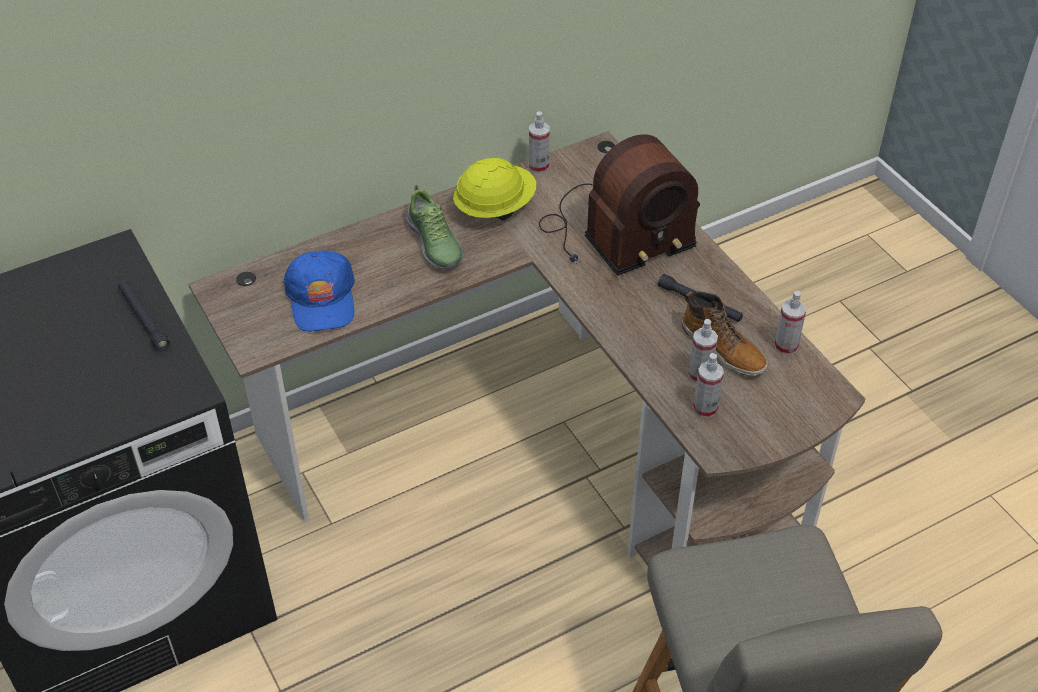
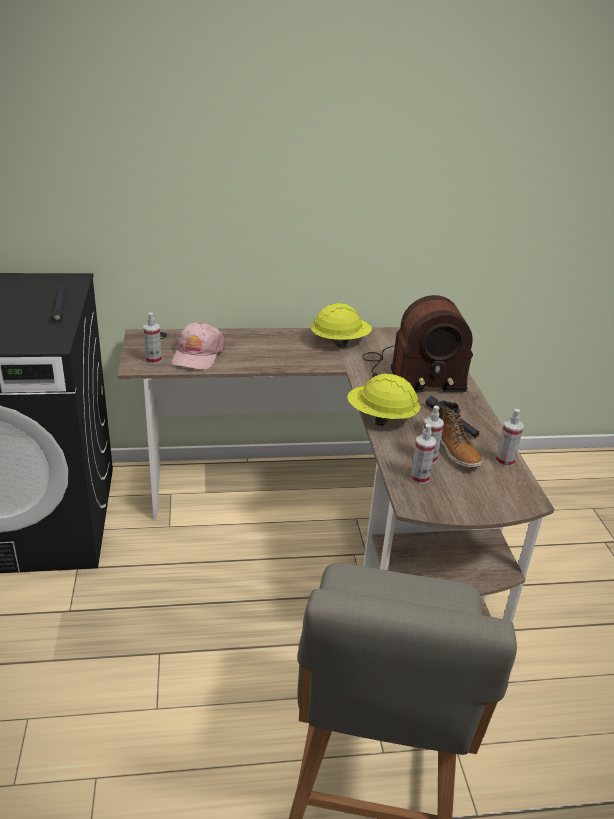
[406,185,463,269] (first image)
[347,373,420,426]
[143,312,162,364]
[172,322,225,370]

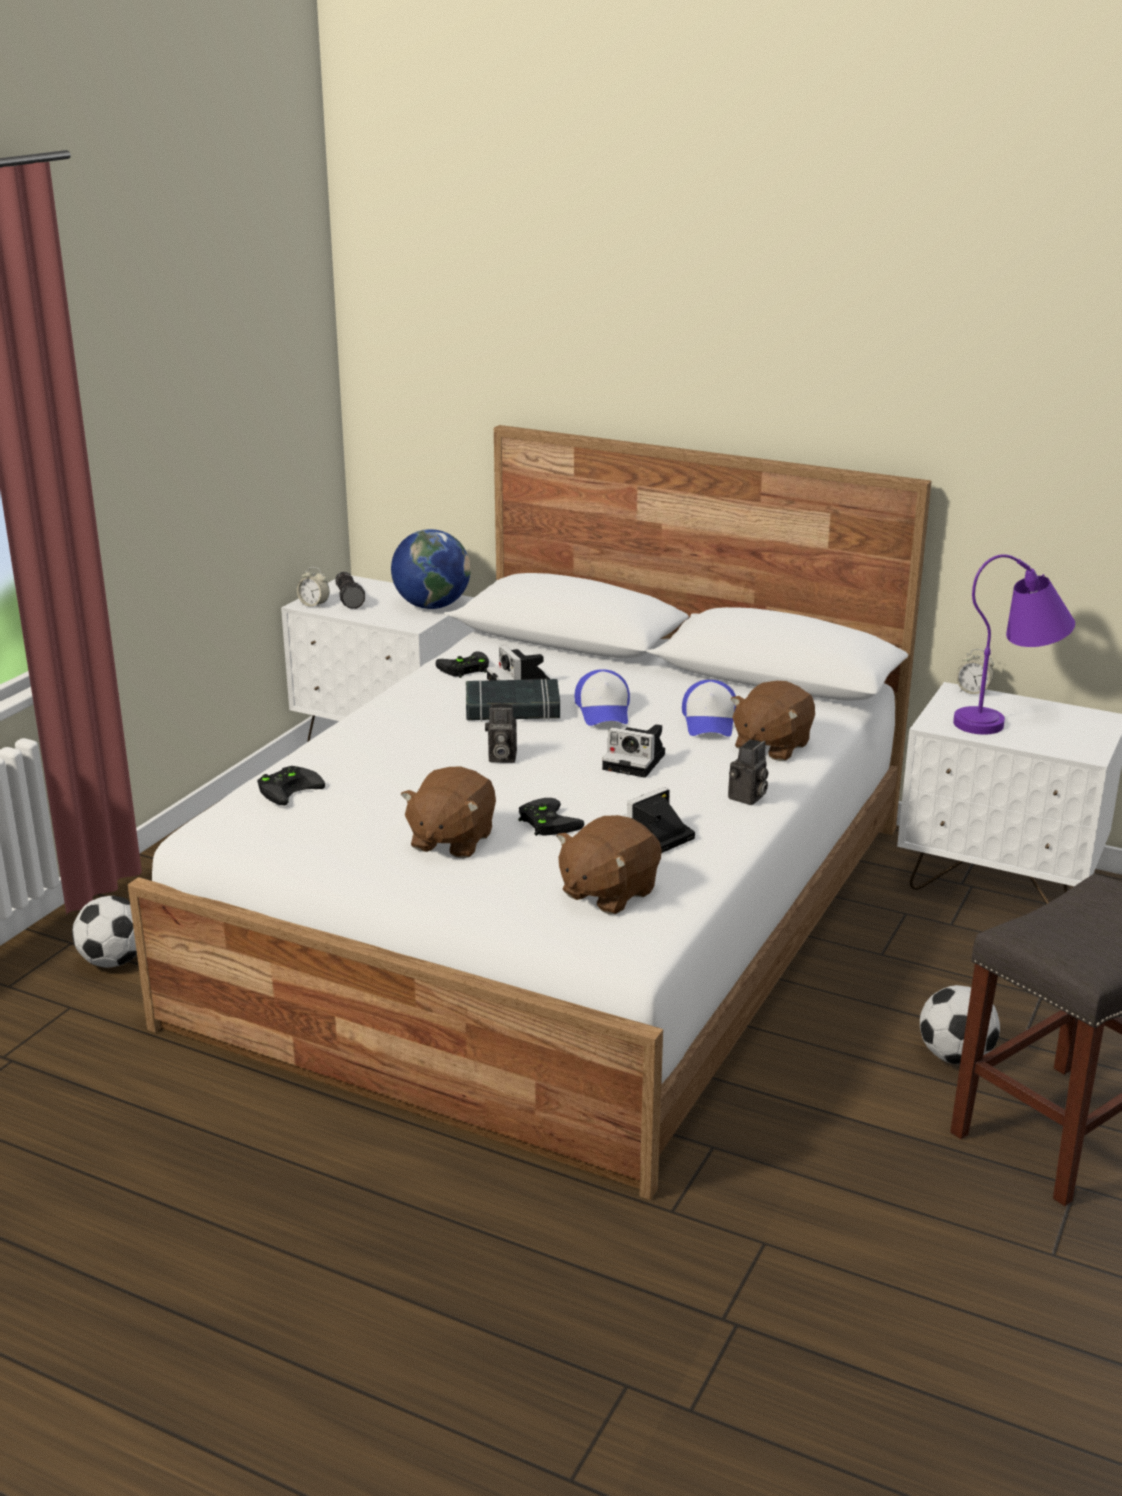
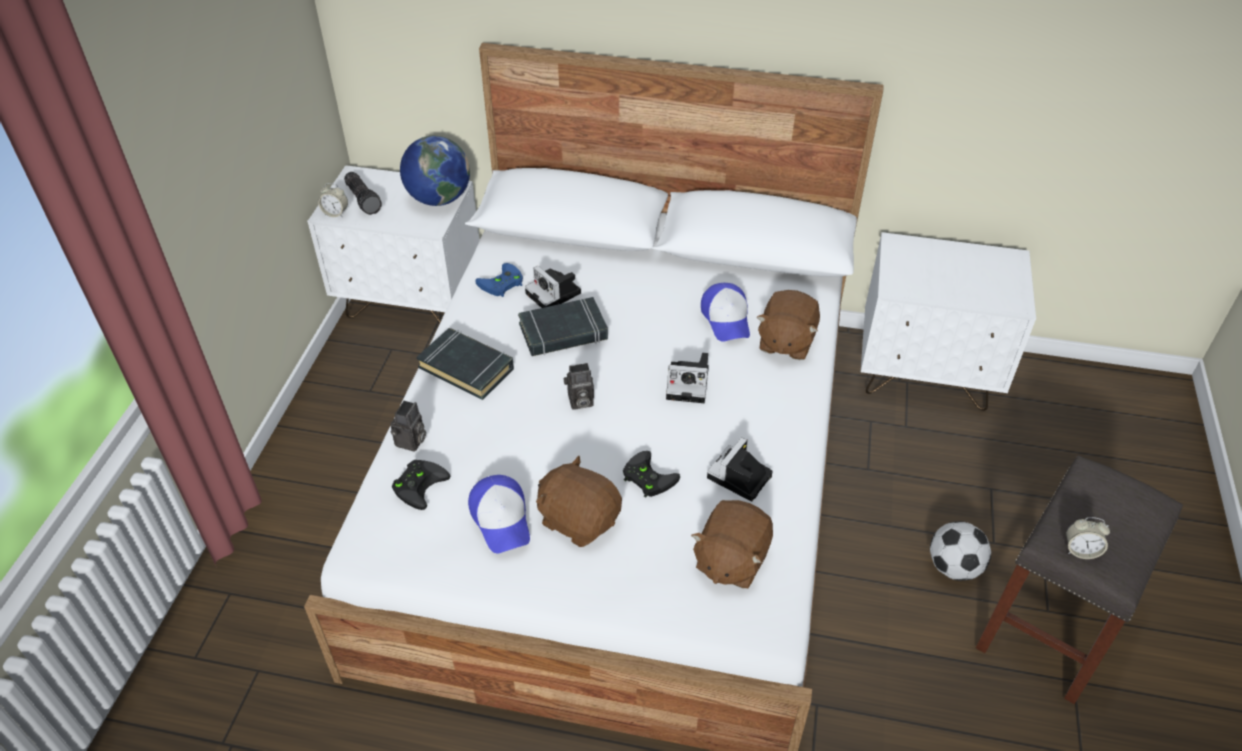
[72,896,137,968] (first image)
[953,554,1075,735] (first image)
[416,328,514,400]
[468,475,530,553]
[390,401,426,452]
[1066,517,1110,559]
[475,263,523,297]
[536,456,622,547]

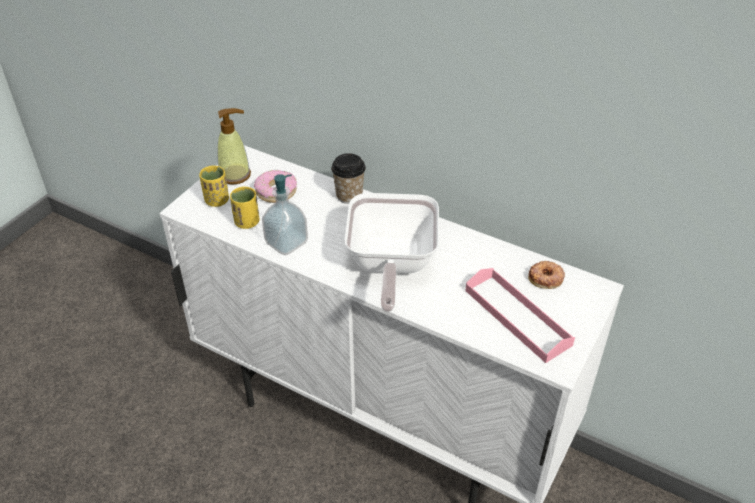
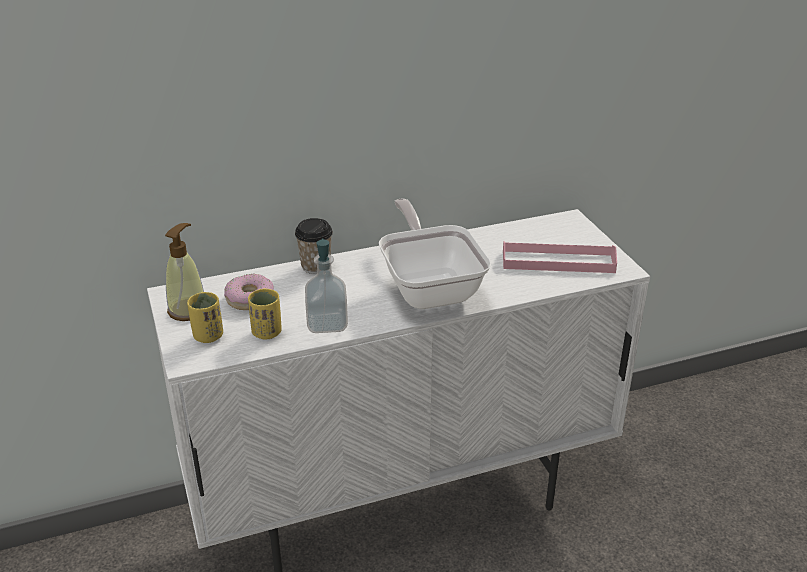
[528,261,565,289] (first image)
[379,198,491,309]

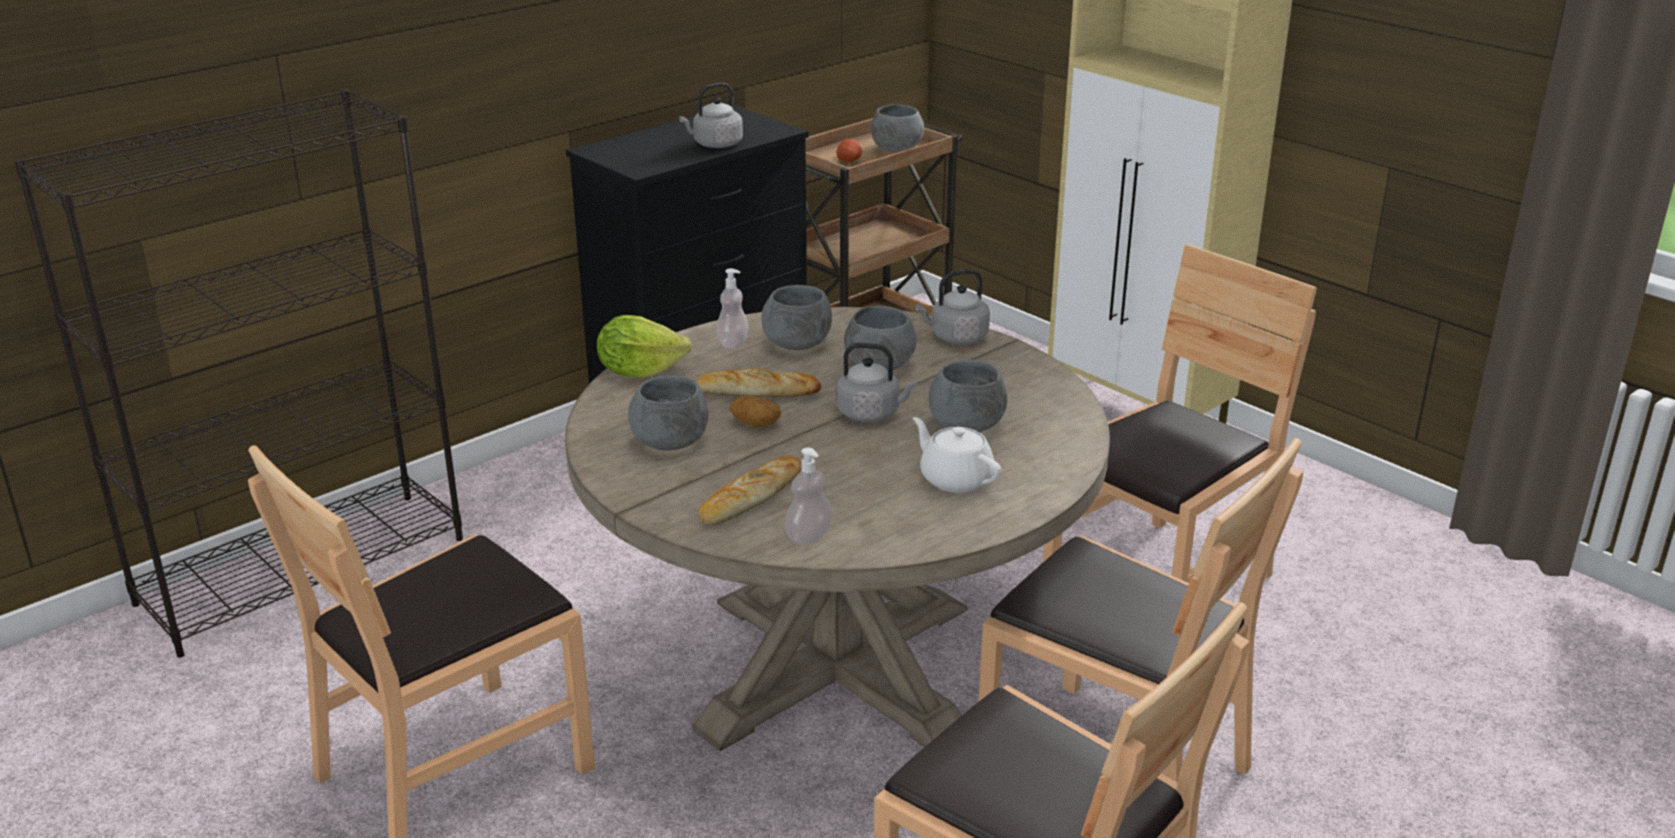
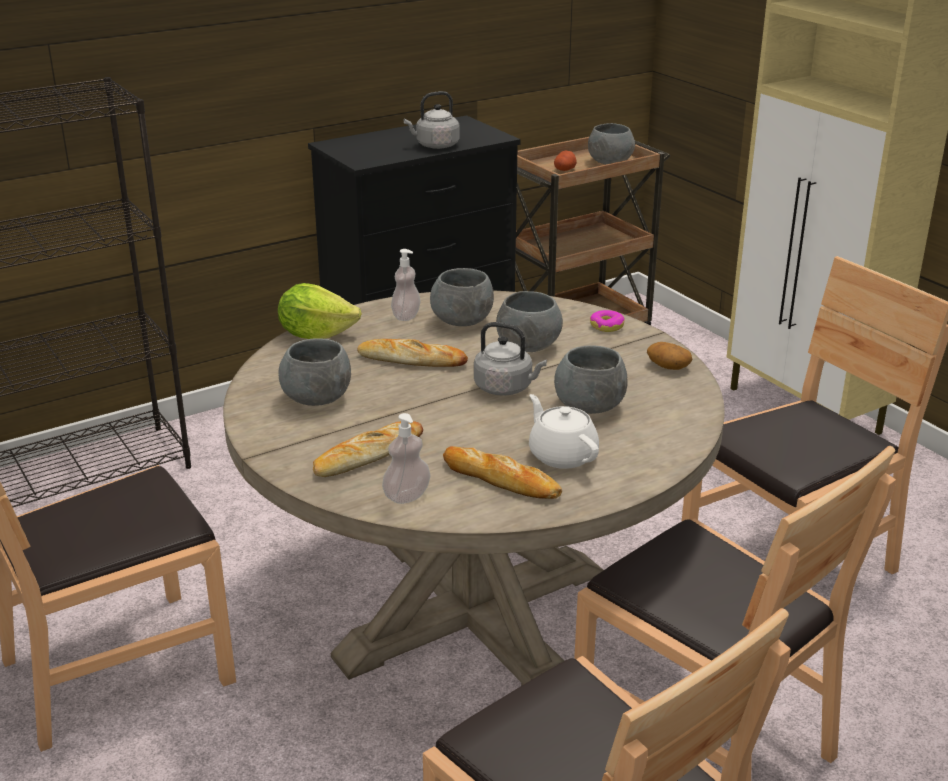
[443,446,562,499]
[647,342,693,370]
[590,310,625,332]

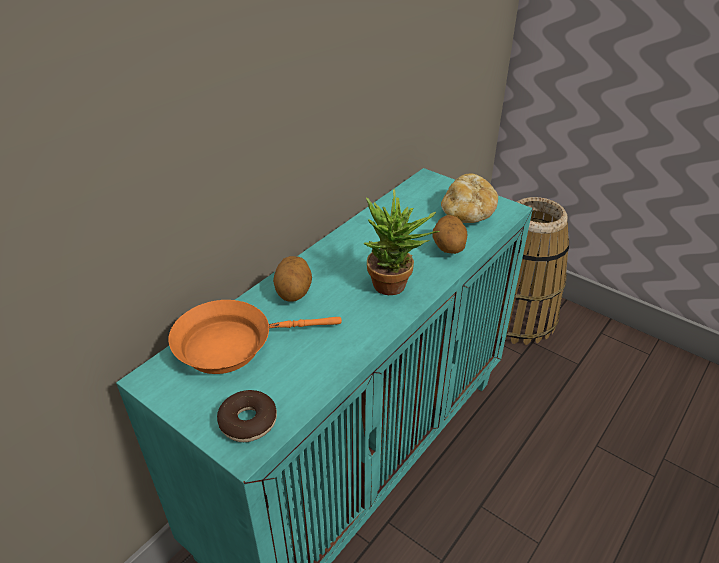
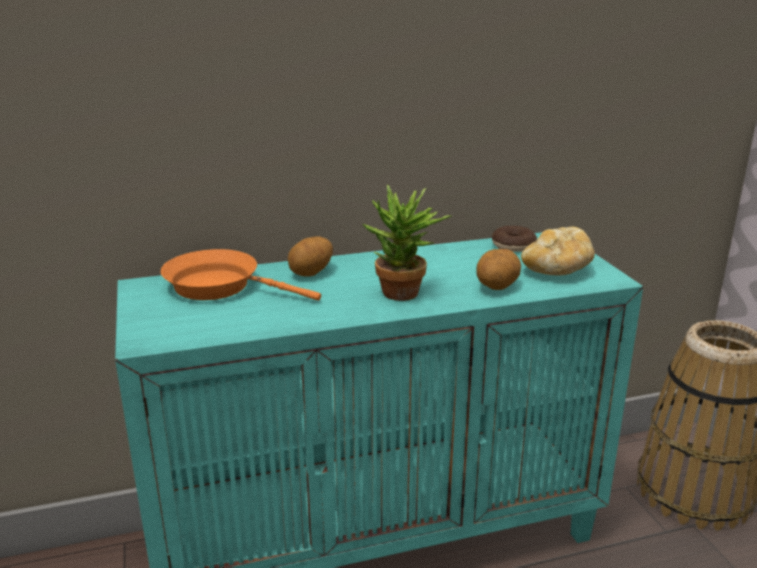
[492,226,537,252]

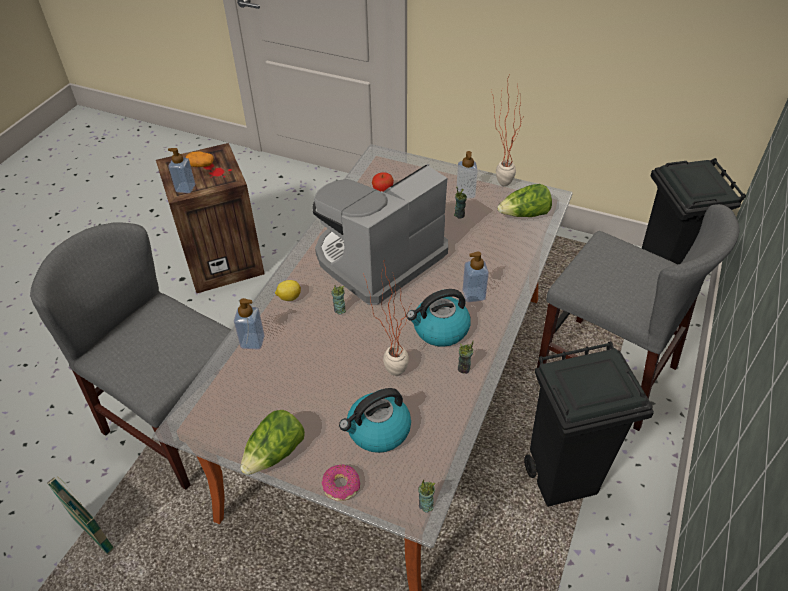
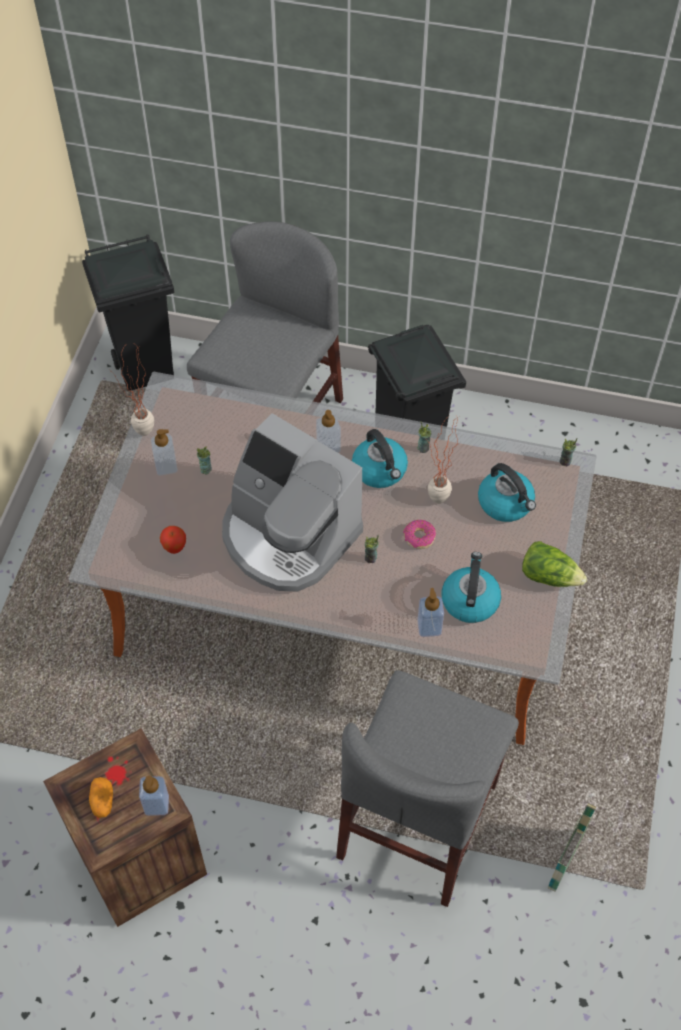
[275,280,301,301] (first image)
[497,184,552,217] (first image)
[442,552,501,623]
[403,520,436,549]

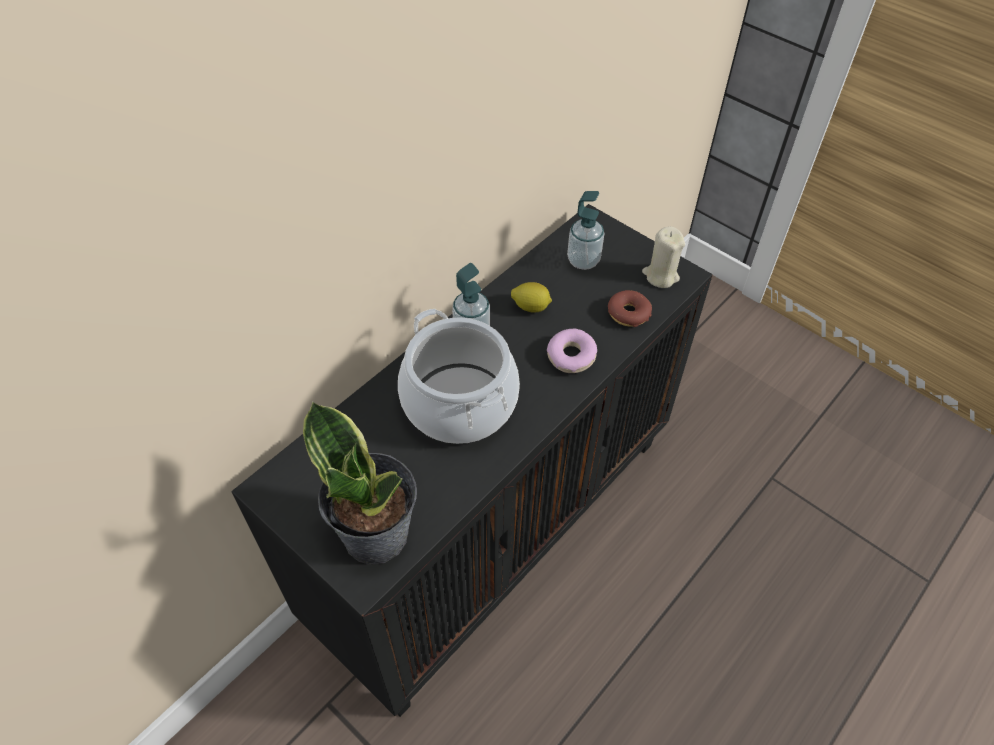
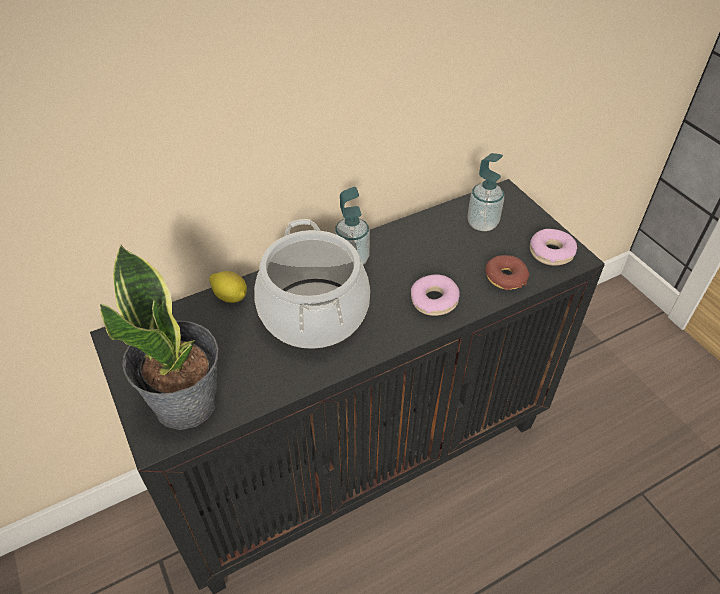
[209,271,247,303]
[530,229,577,266]

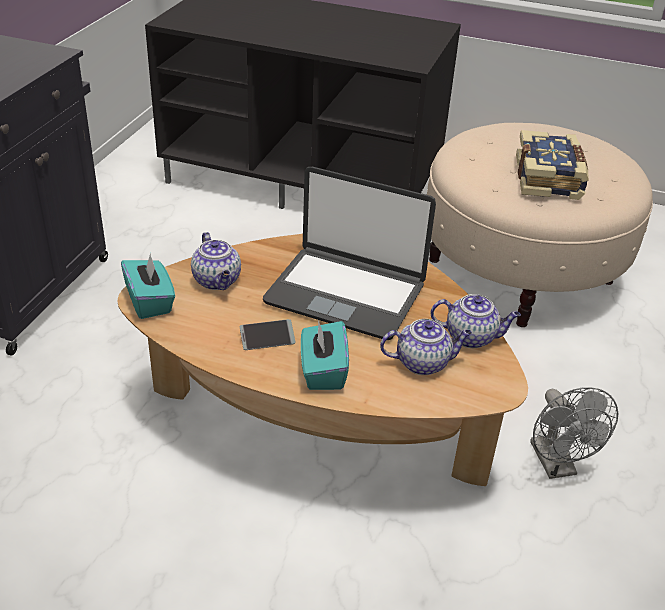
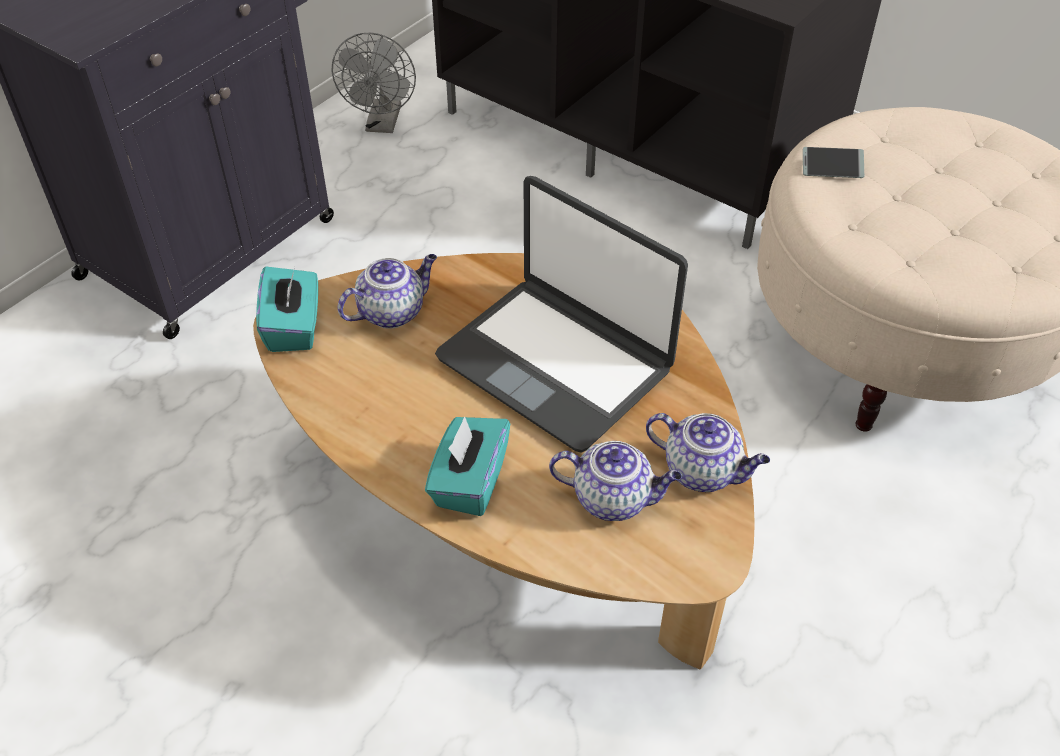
[516,130,589,200] (first image)
[803,147,864,178]
[332,32,416,133]
[338,254,437,329]

